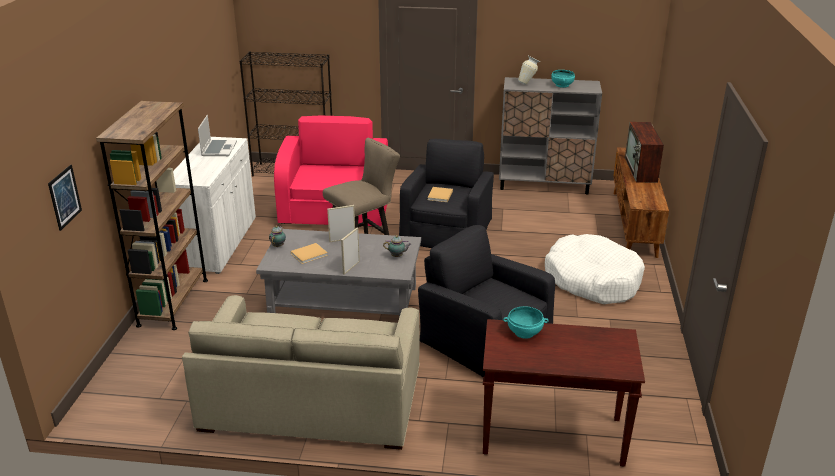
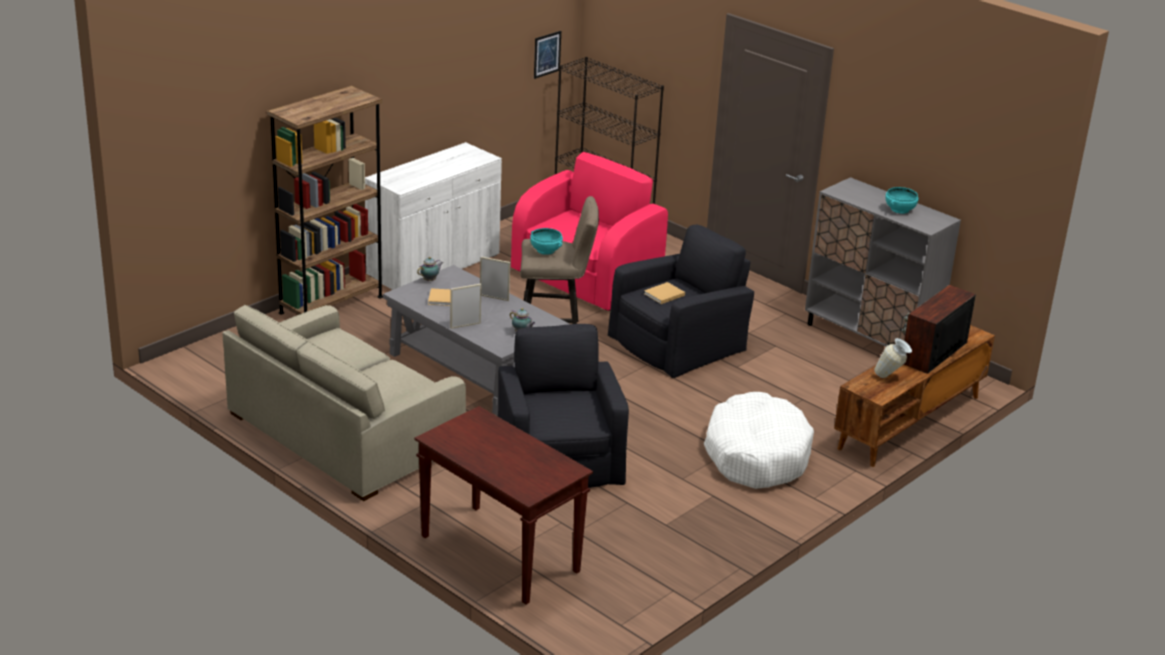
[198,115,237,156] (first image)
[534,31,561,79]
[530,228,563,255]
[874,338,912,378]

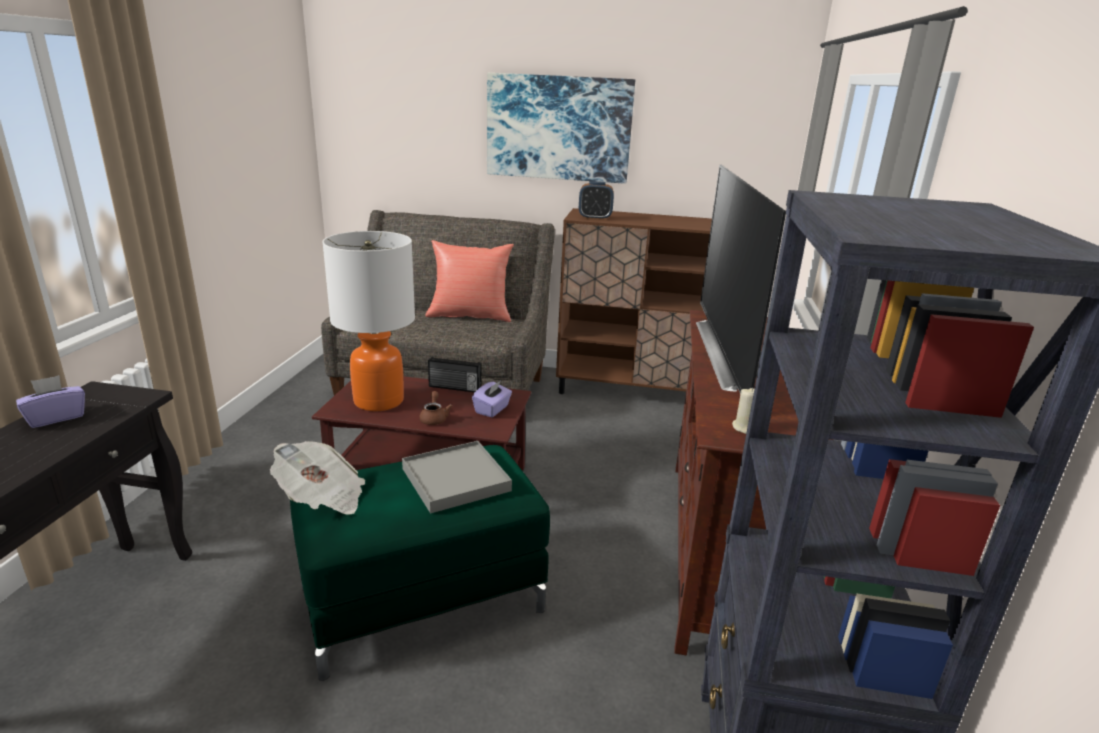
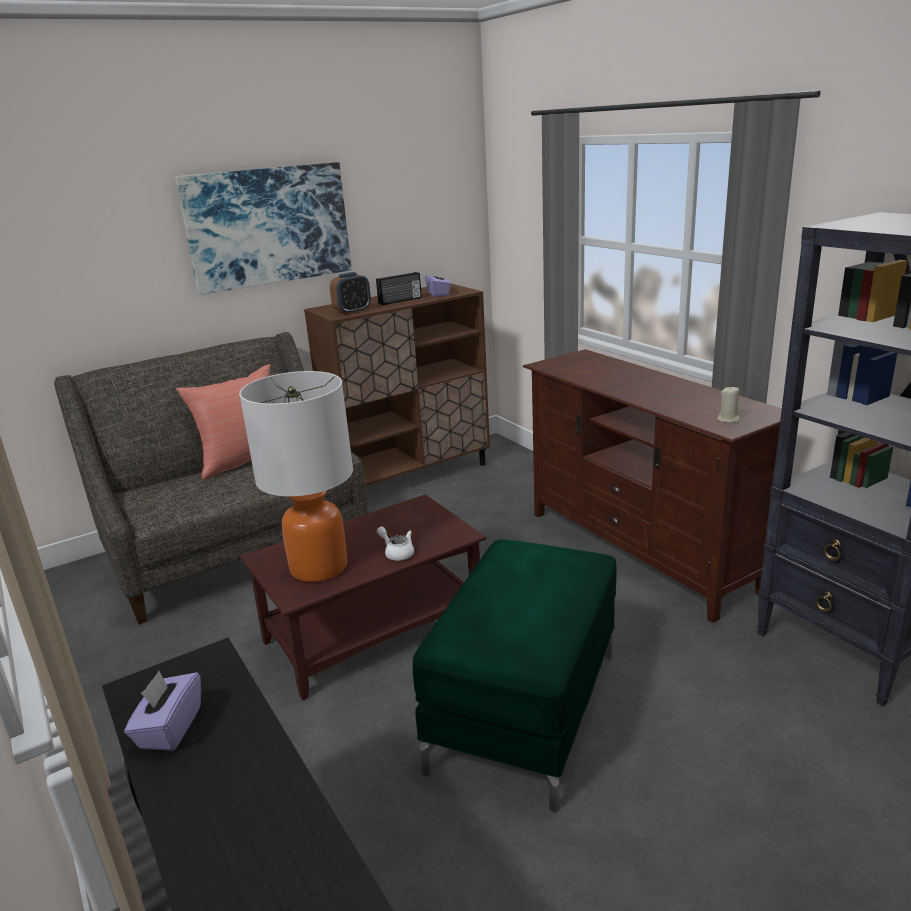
[270,441,365,515] (first image)
[402,441,512,514] (first image)
[696,164,786,392] (first image)
[376,272,422,305]
[425,269,451,297]
[377,526,414,561]

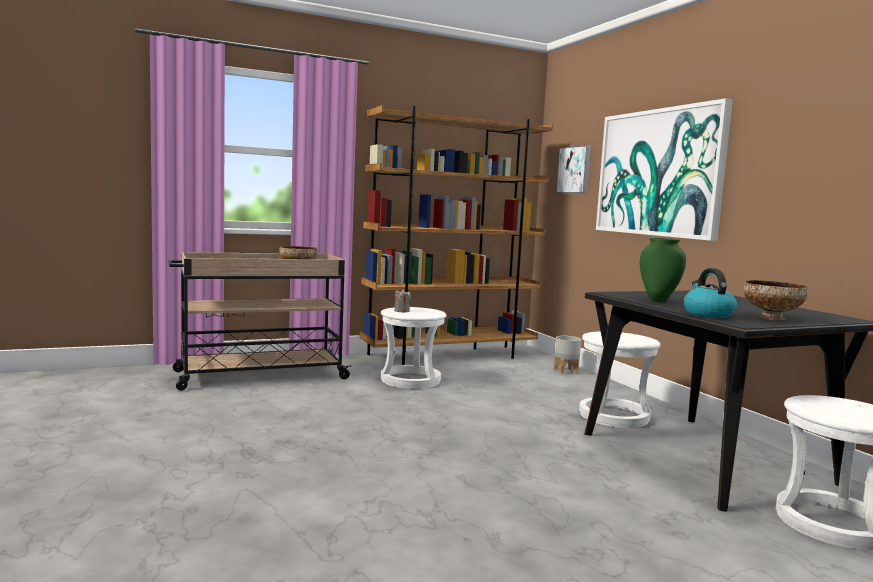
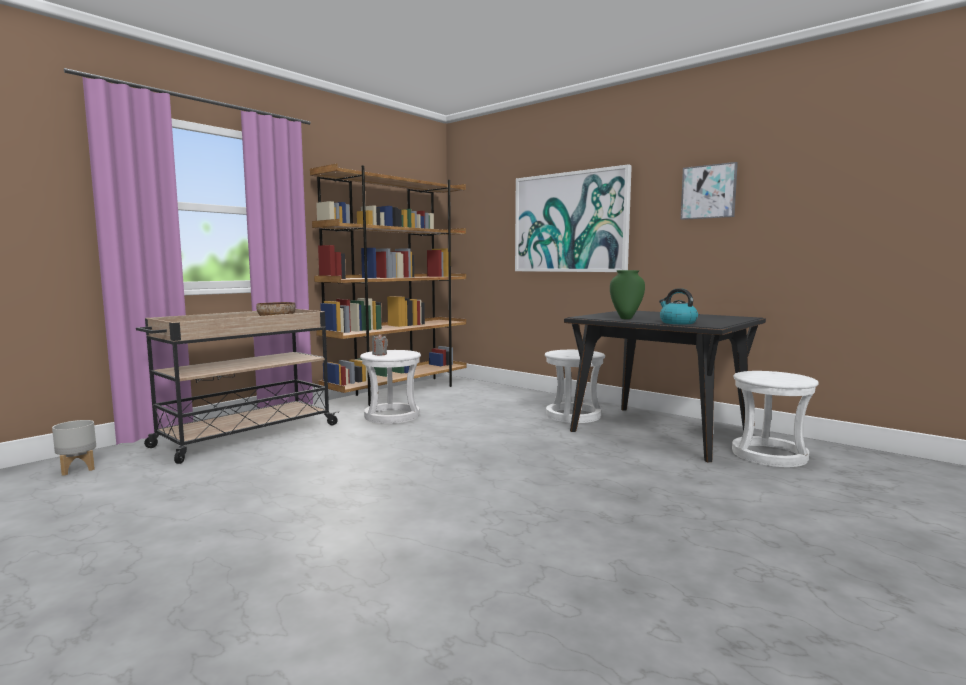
[744,280,809,321] (first image)
[52,420,96,476]
[681,162,738,220]

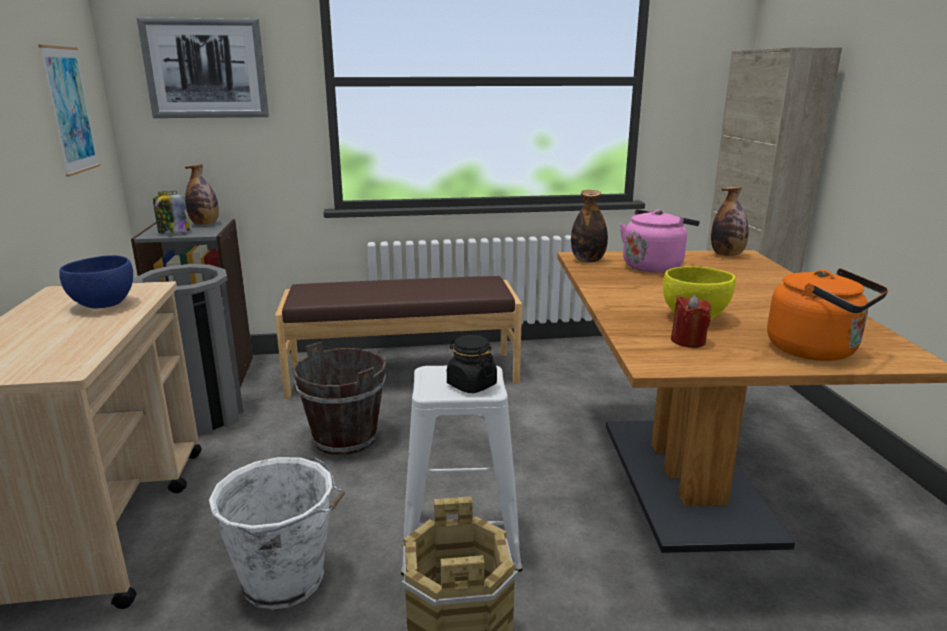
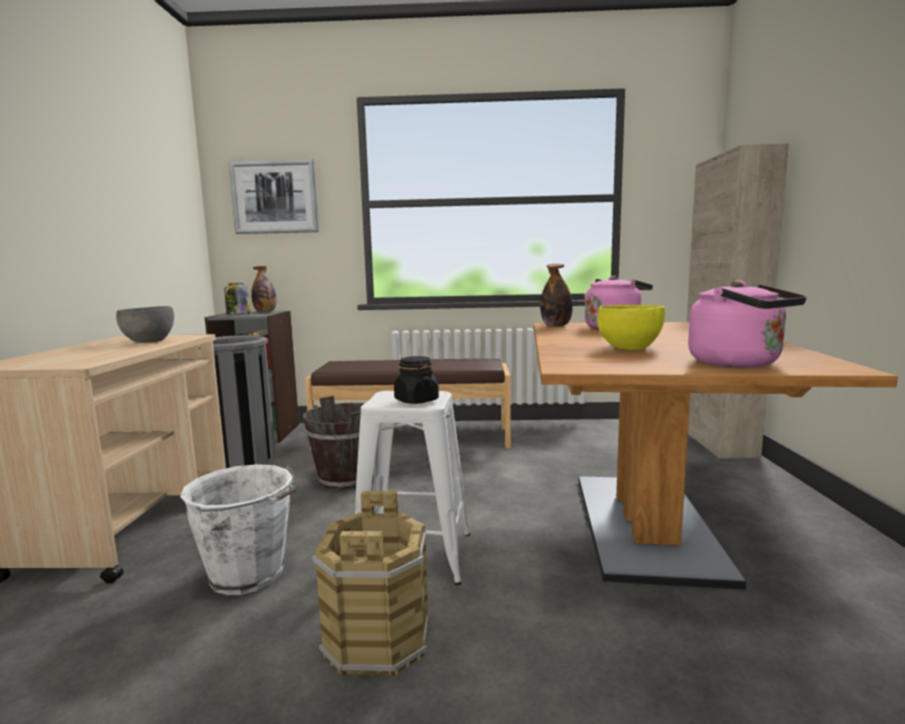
[38,45,100,177] (first image)
[671,294,711,348] (first image)
[711,186,749,257] (first image)
[116,306,174,343]
[688,280,807,367]

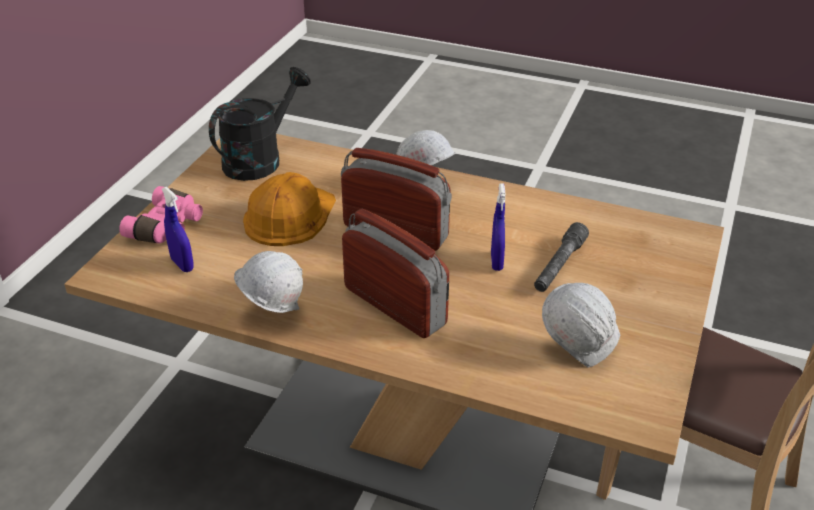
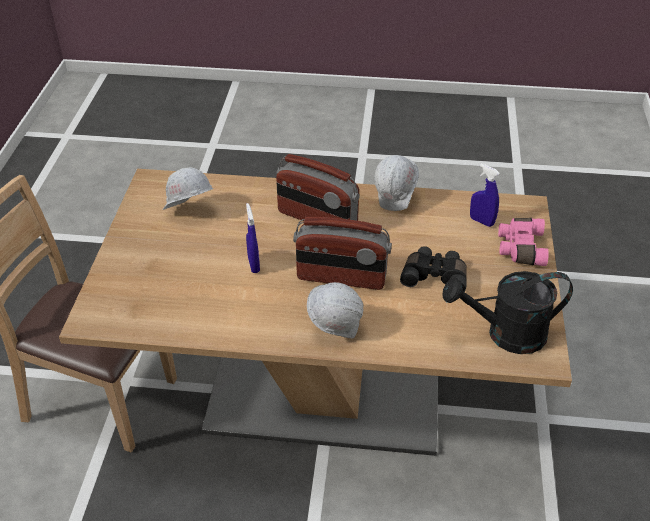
[534,222,589,292] (first image)
[400,246,467,292]
[443,271,573,354]

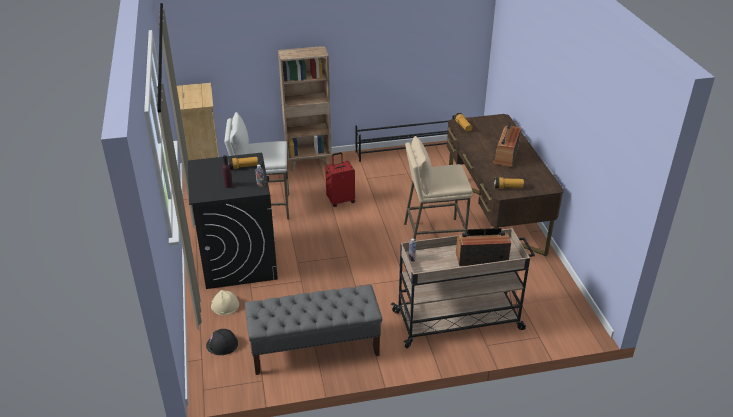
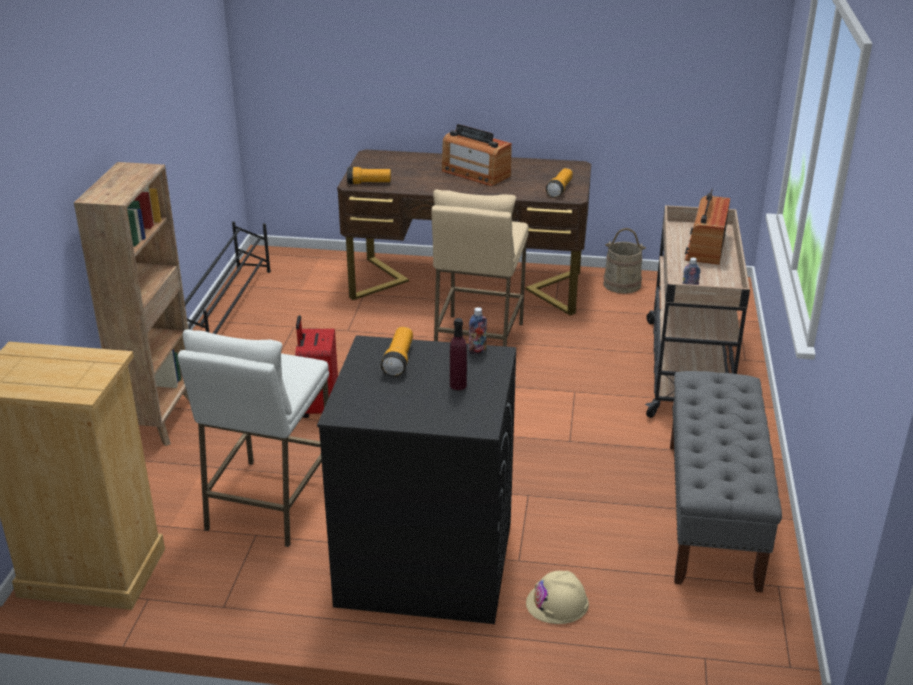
[206,329,238,355] (first image)
[603,228,646,294]

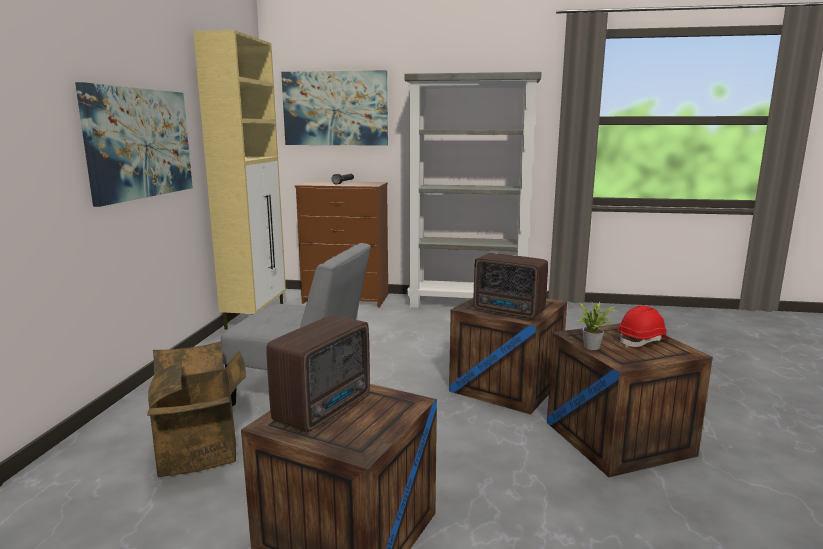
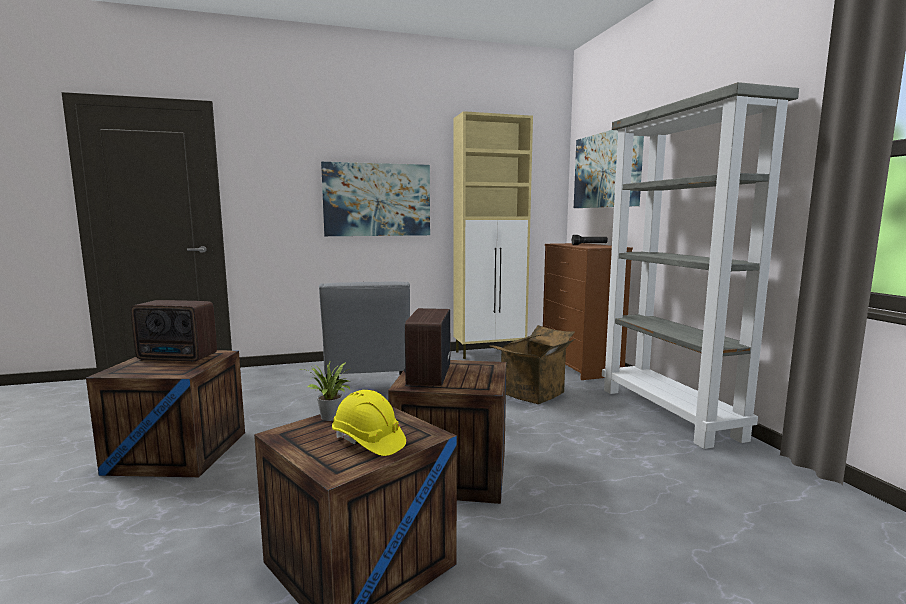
[489,325,575,404]
[332,390,406,456]

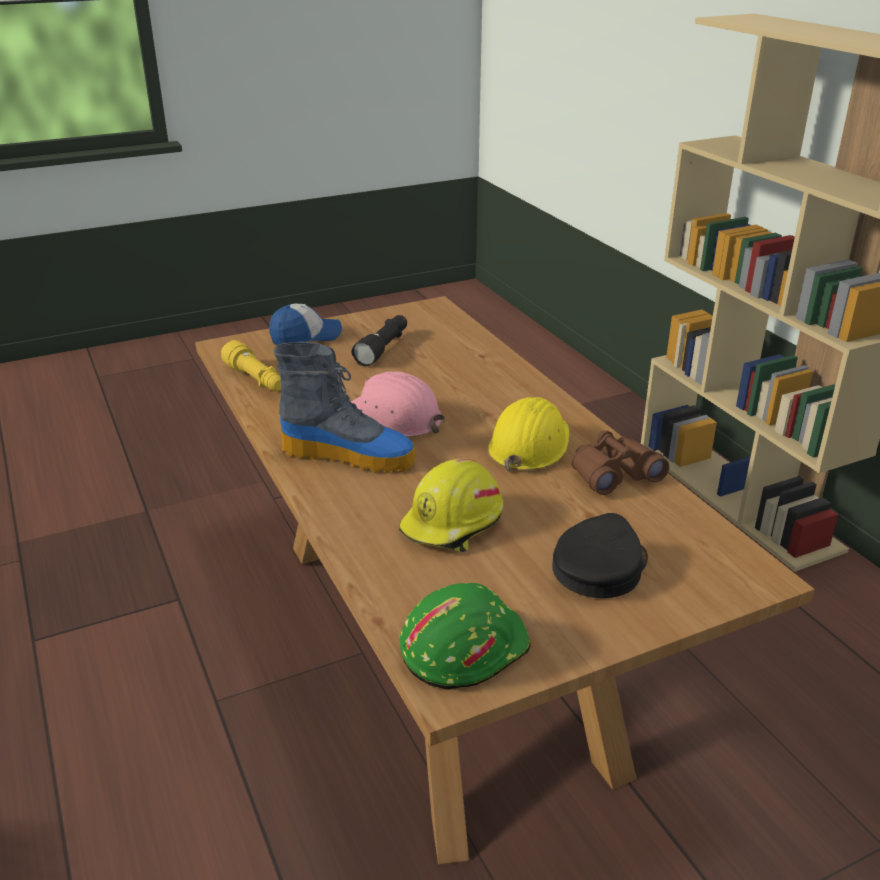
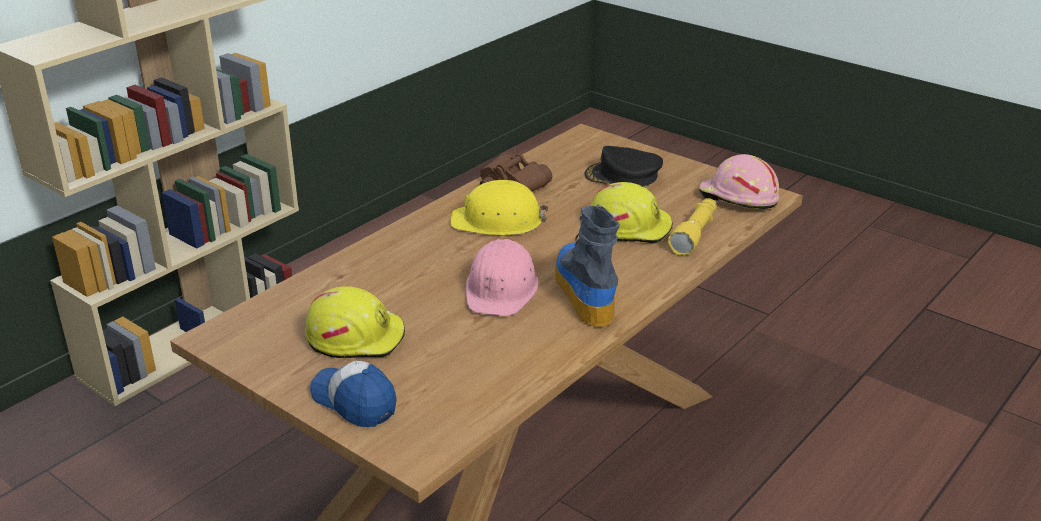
[668,198,717,256]
[305,286,405,358]
[699,154,779,209]

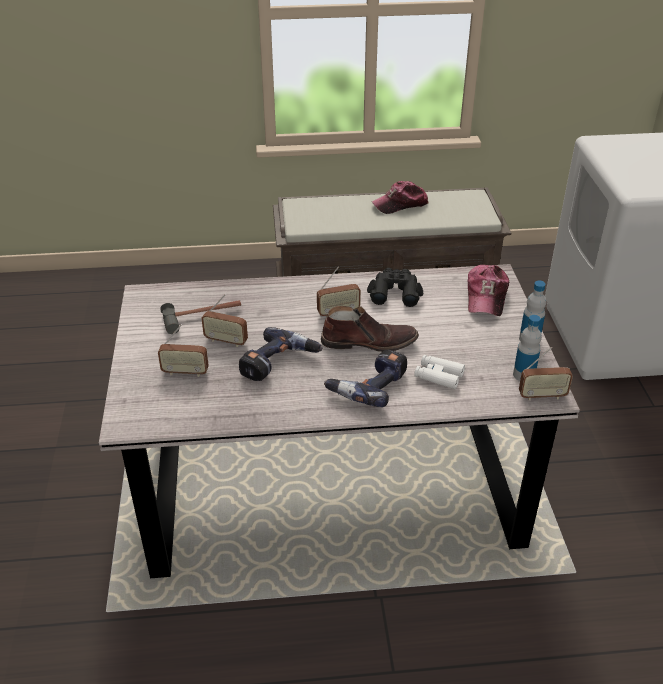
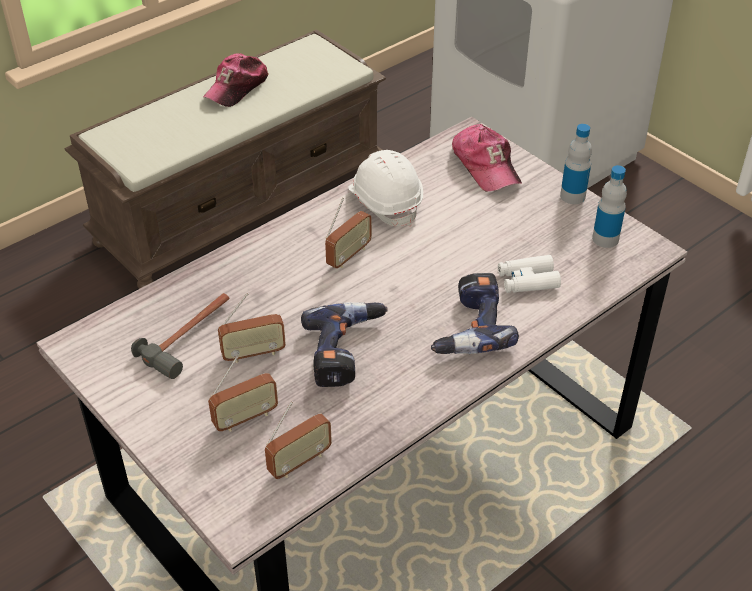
[321,306,419,352] (first image)
[265,401,332,479]
[348,150,423,227]

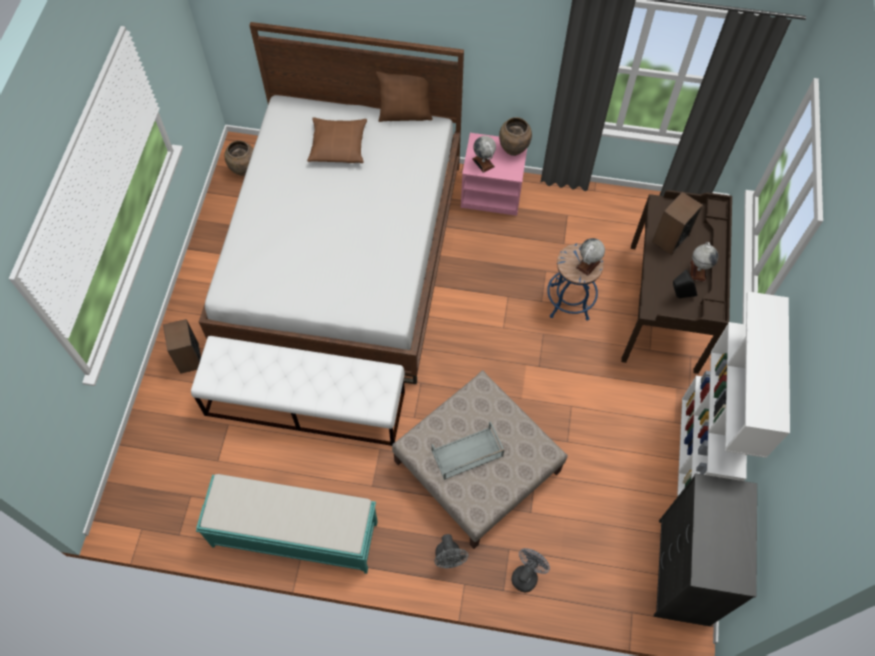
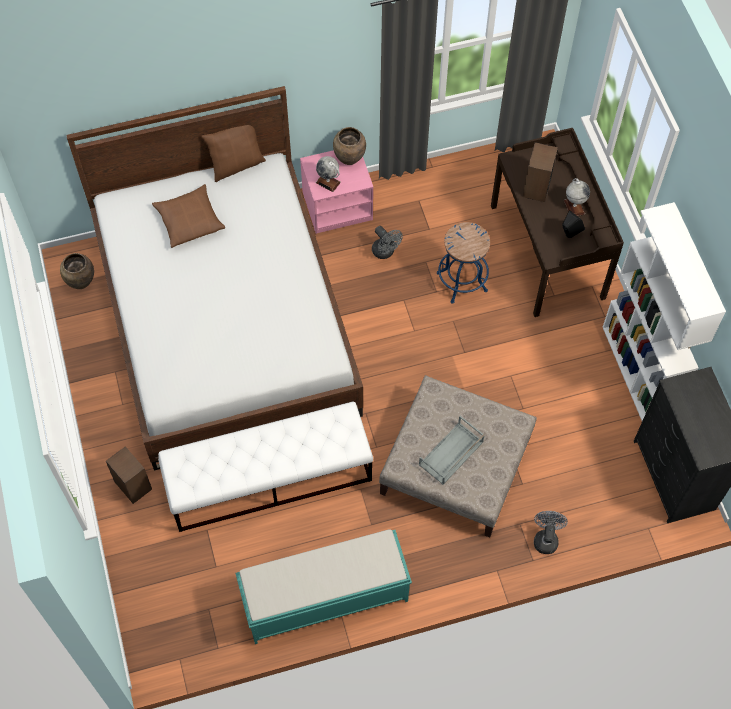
[576,238,605,276] (first image)
[372,226,403,259]

